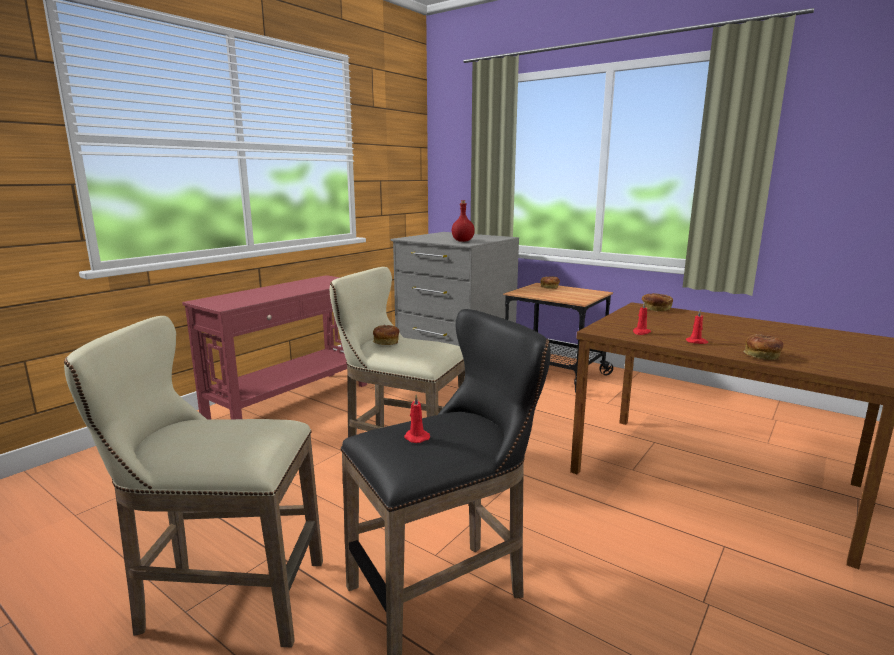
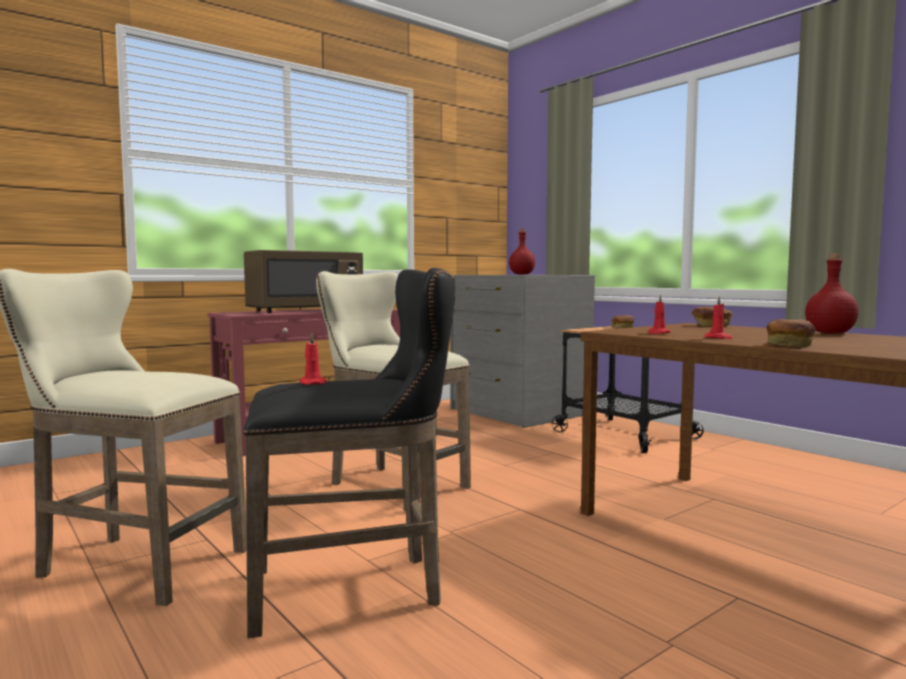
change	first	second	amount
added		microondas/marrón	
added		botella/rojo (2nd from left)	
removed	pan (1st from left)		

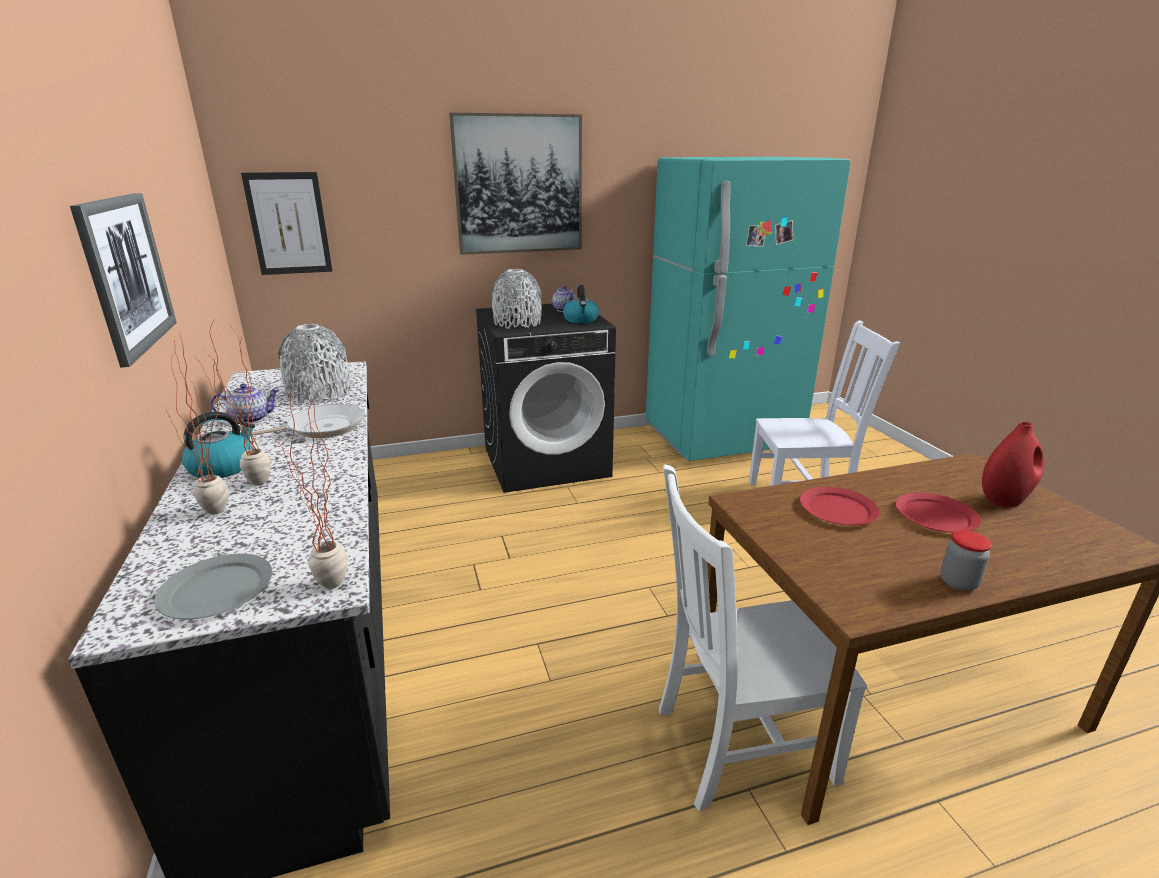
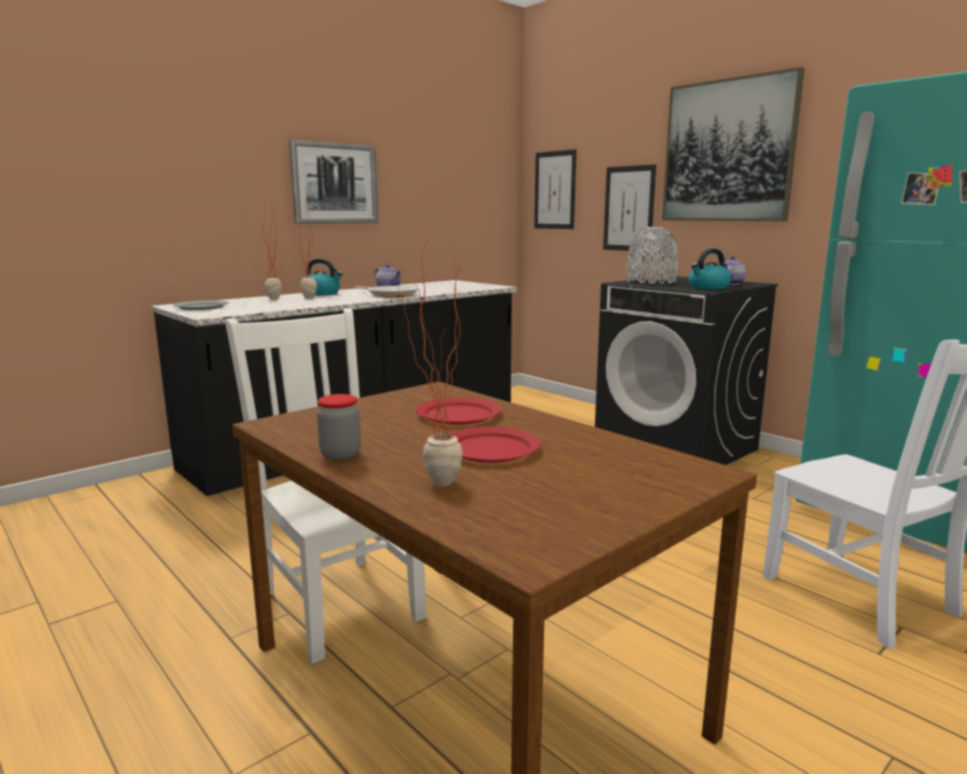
change	first	second	amount
moved	planta en maceta (3rd from left)		
added		cuadro (3rd from left)	
removed	florero/gris (1st from left)		
removed	florero/rojo		

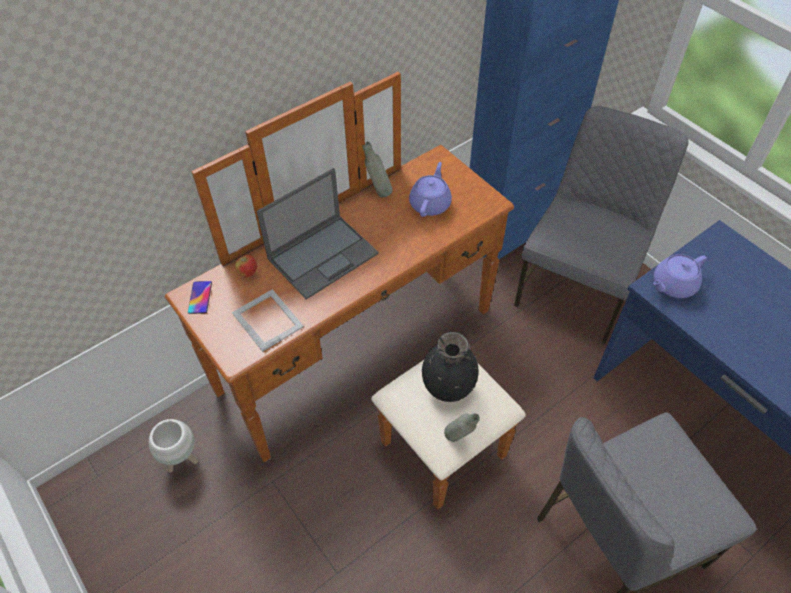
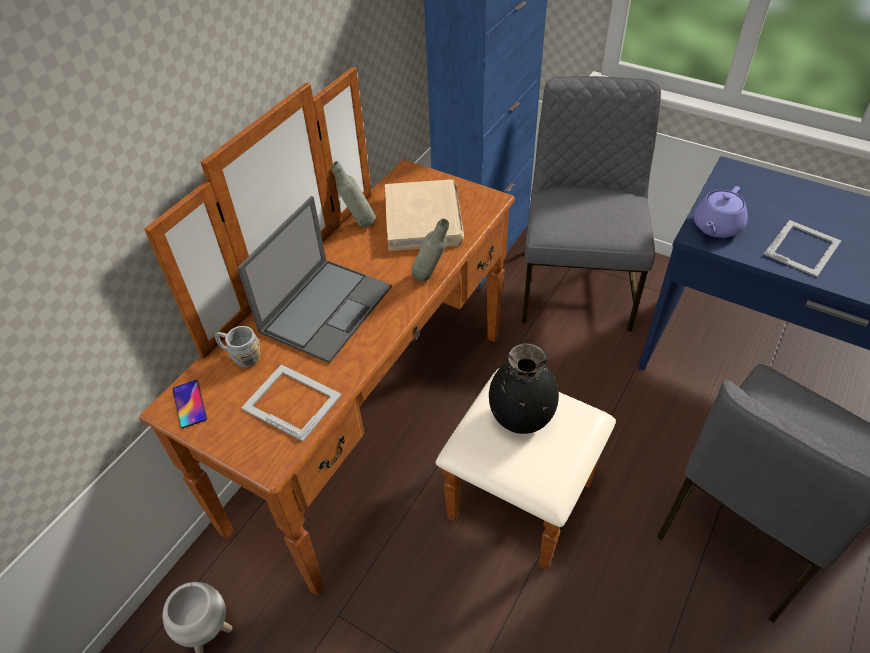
change	first	second	amount
replaced	manzana	taza grande/gris	
replaced	tetera/morado (1st from left)	libro/beis	
moved	botella/gris (2nd from left)		
added		portarretratos (2nd from left)	

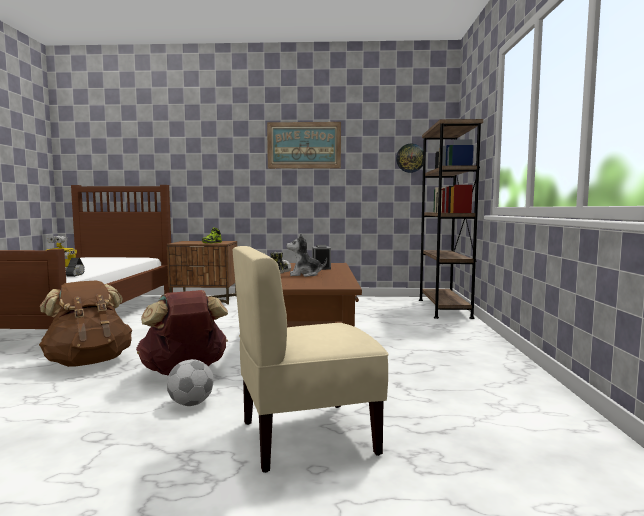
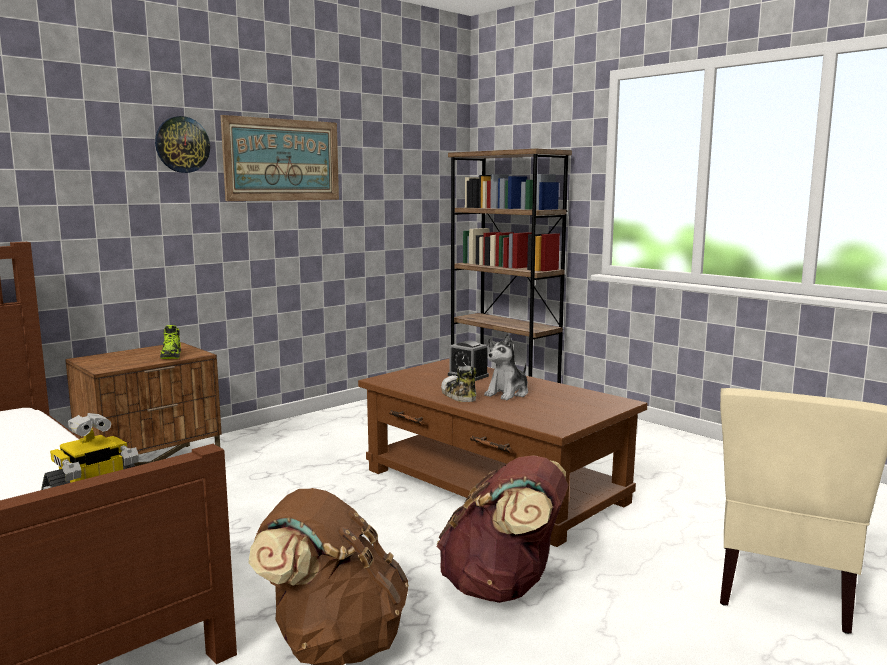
change	first	second	amount
moved	reloj de pared		
removed	balón de fútbol		

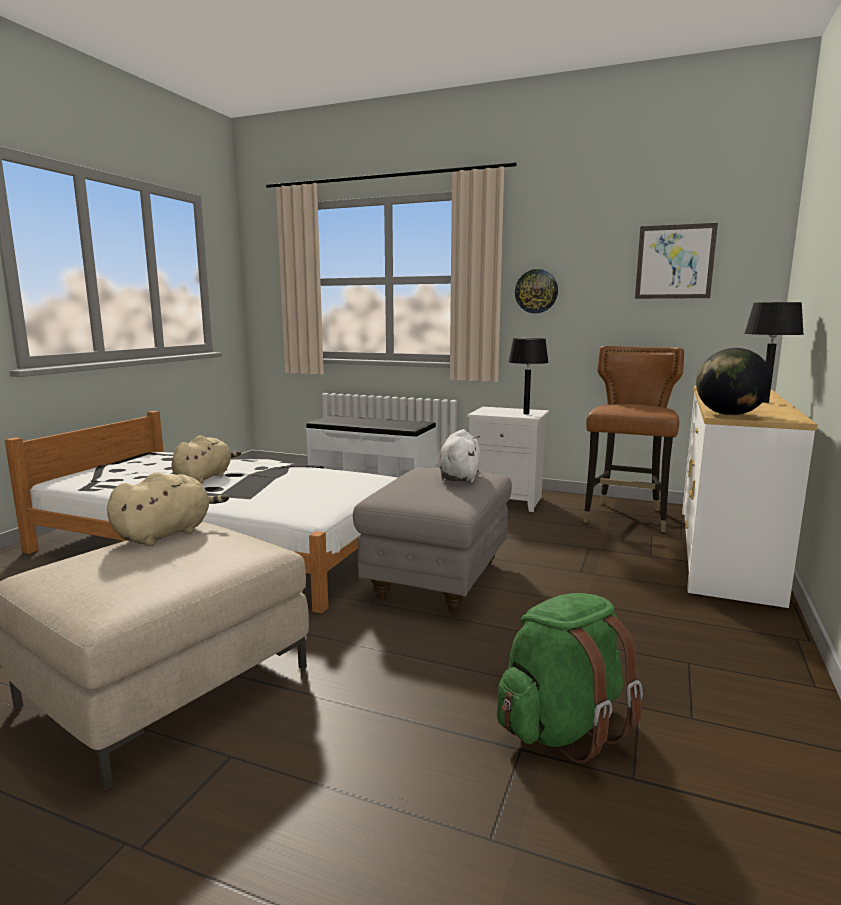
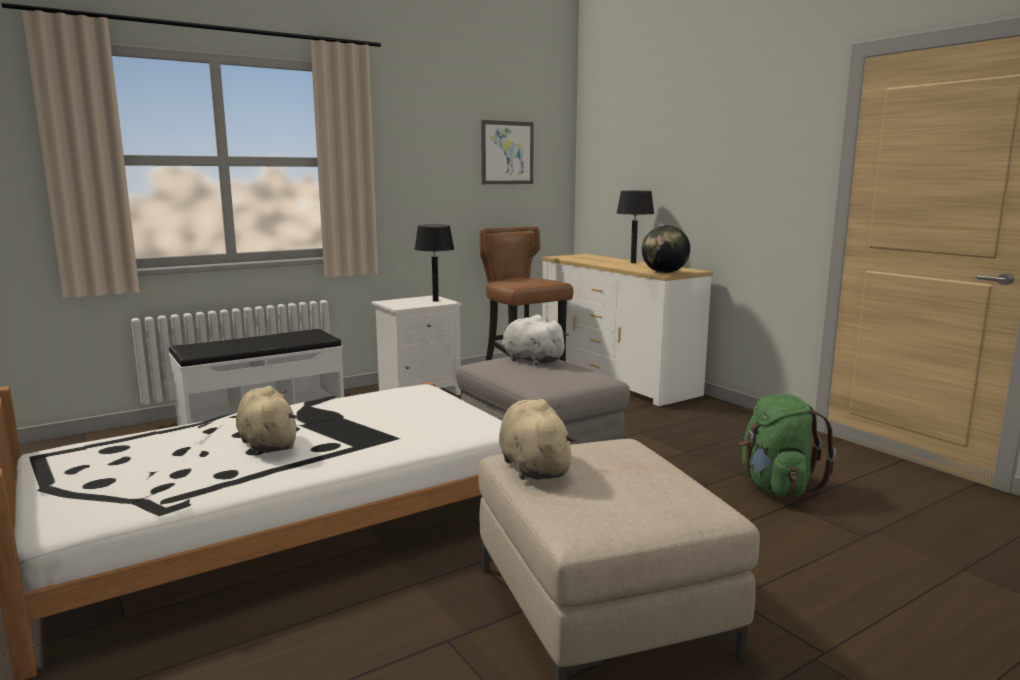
change	first	second	amount
removed	reloj de pared		

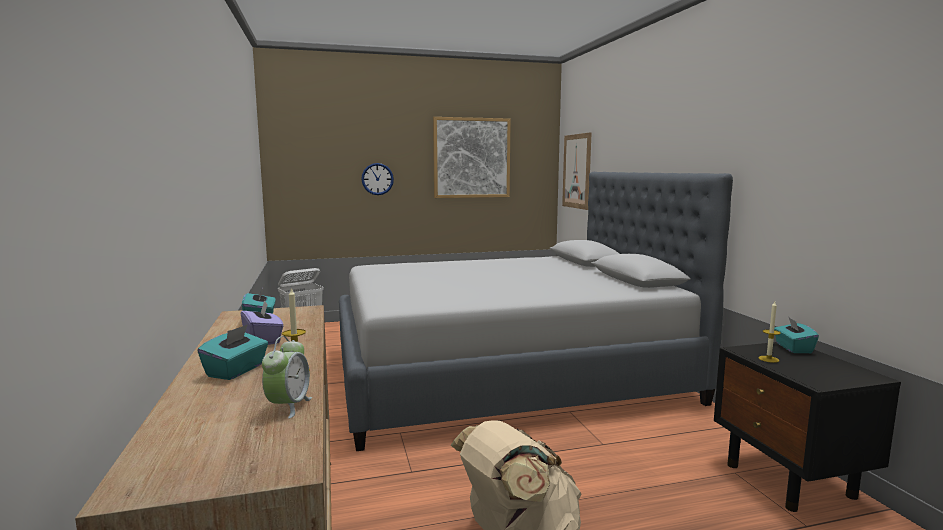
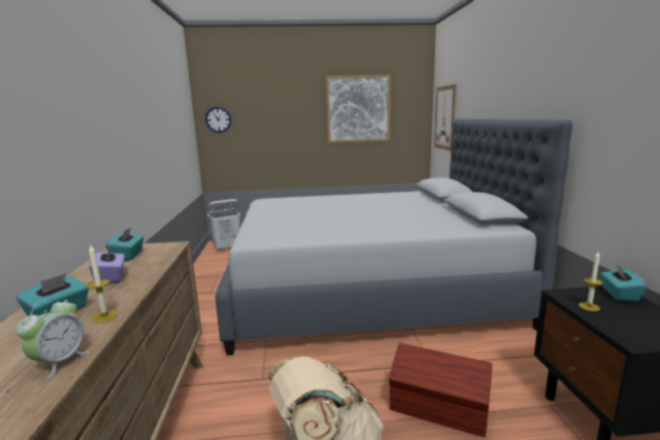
change	first	second	amount
moved	reloj de pared		
added		caja de almacenaje/marrón	

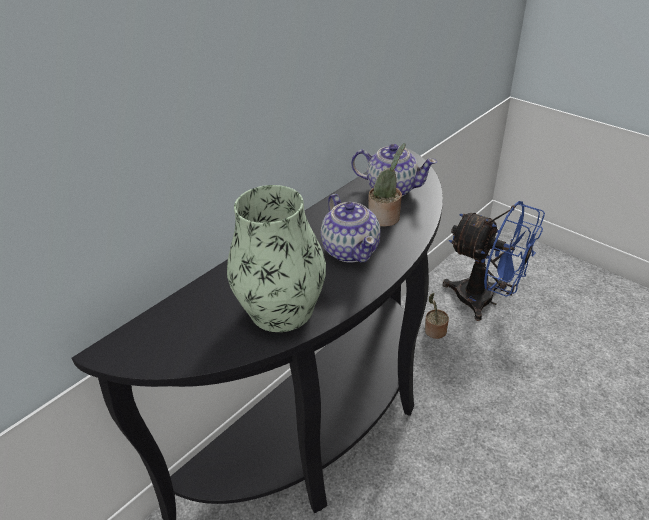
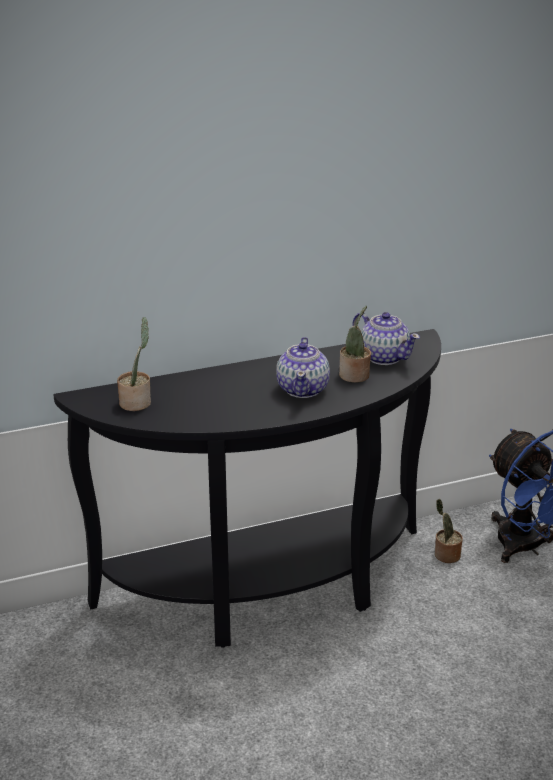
change	first	second	amount
added		planta en maceta (1st from left)	
removed	florero		

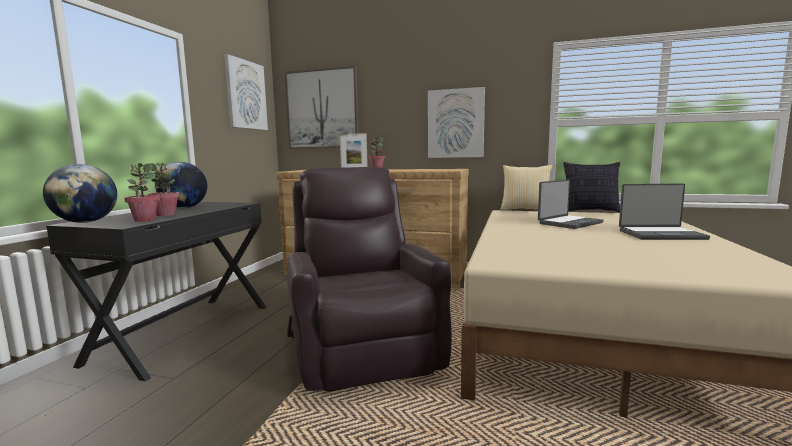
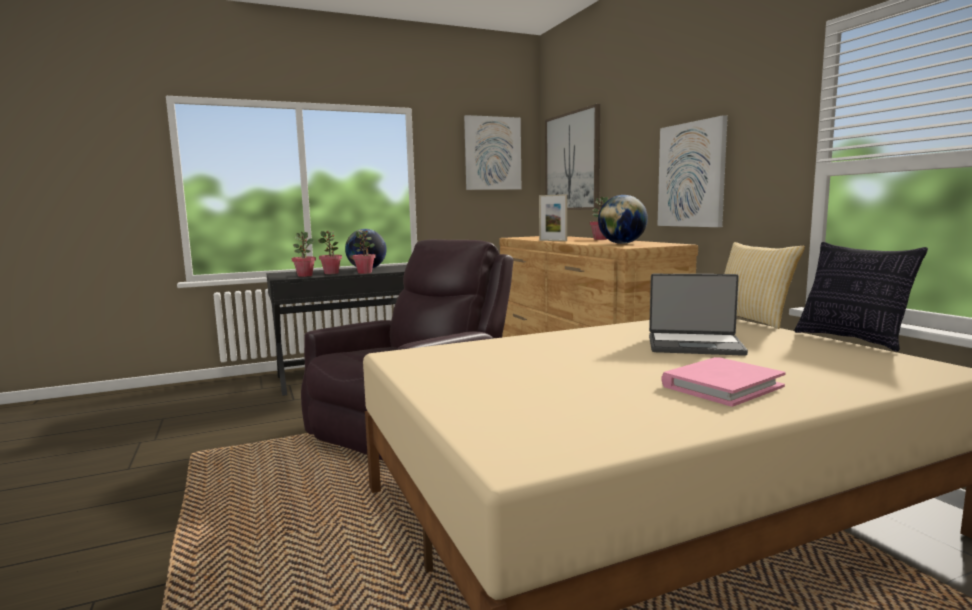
change	first	second	amount
added		planta en maceta (3rd from left)	
moved	globo terráqueo (1st from left in the first image)	globo terráqueo (2nd from left)	
replaced	portátil (2nd from left)	libro/rosa	

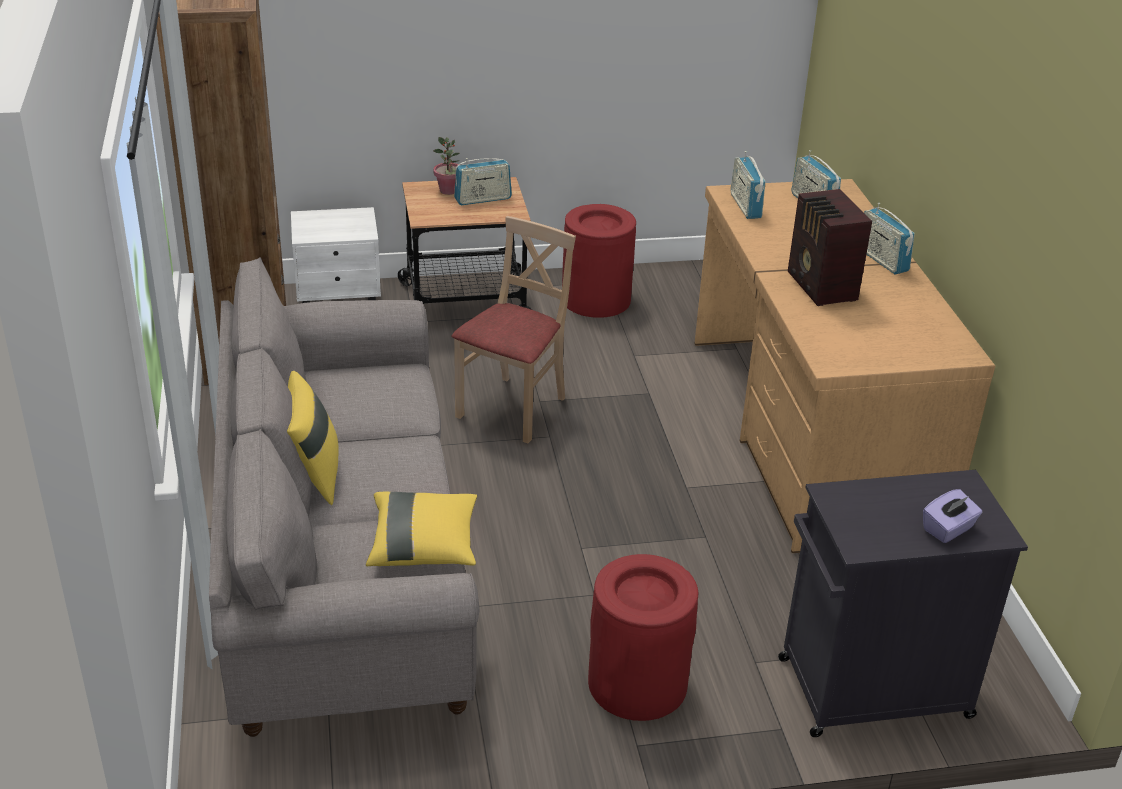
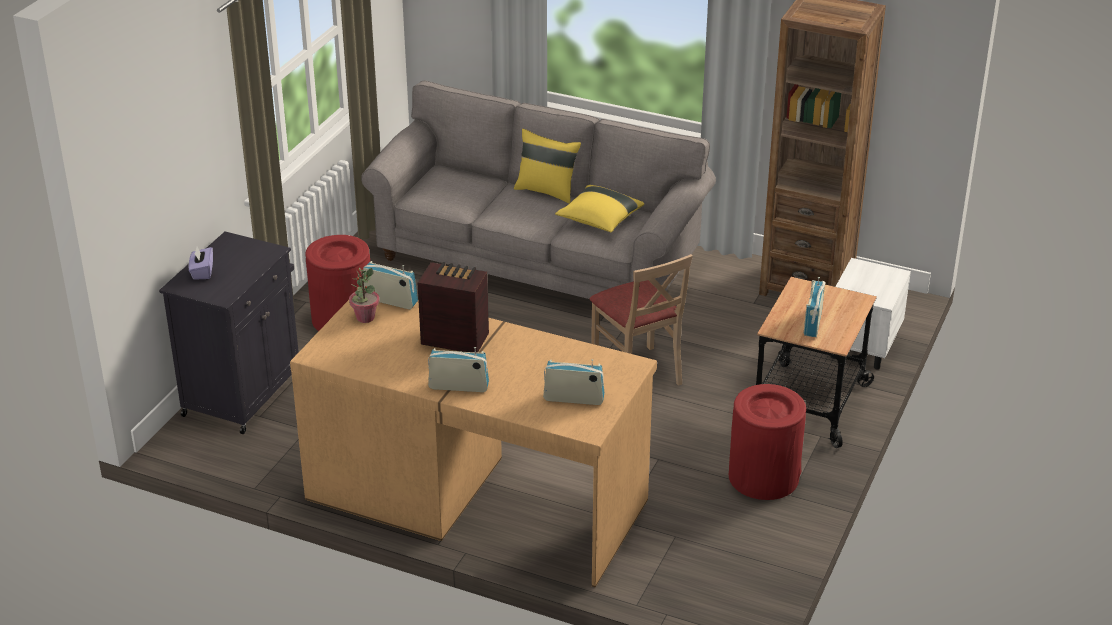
change	first	second	amount
moved	planta en maceta		
moved	radio (2nd from left in the first image)	radio (1st from left)	
moved	cojín/amarillo (2nd from left)		

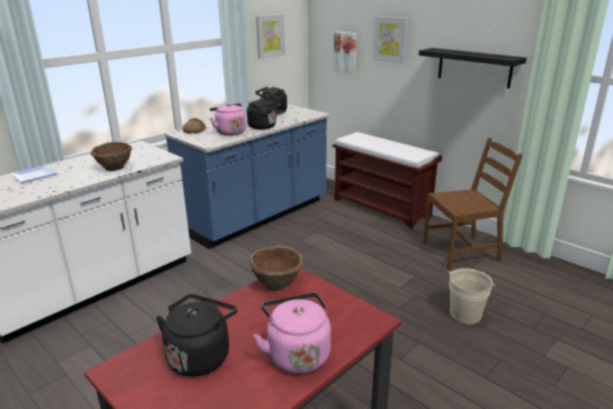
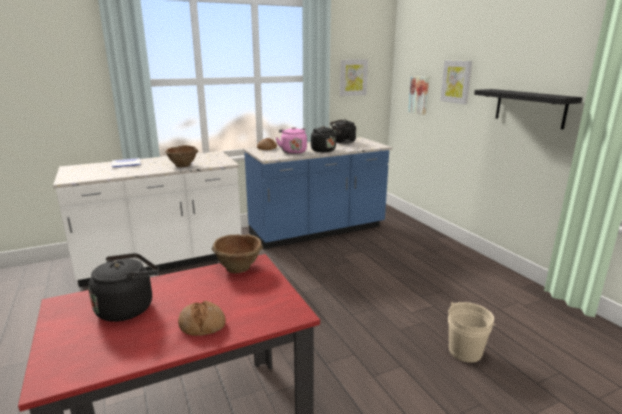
change	first	second	amount
replaced	hervidor/rosa (2nd from left)	pan (1st from left)	
removed	banco/marrón		
removed	silla/marrón		

